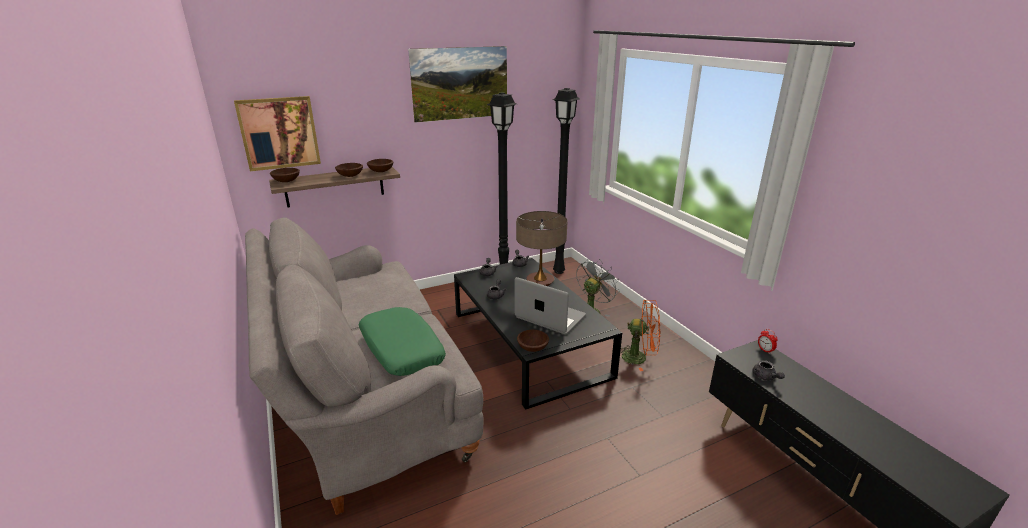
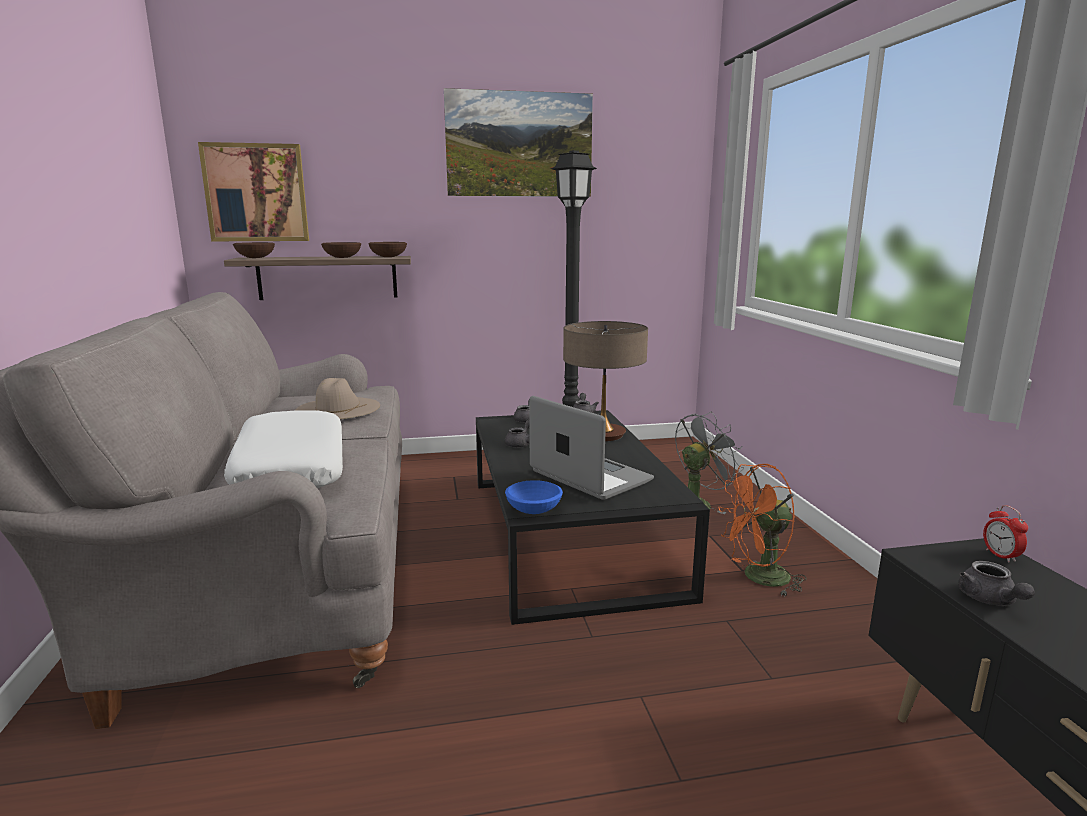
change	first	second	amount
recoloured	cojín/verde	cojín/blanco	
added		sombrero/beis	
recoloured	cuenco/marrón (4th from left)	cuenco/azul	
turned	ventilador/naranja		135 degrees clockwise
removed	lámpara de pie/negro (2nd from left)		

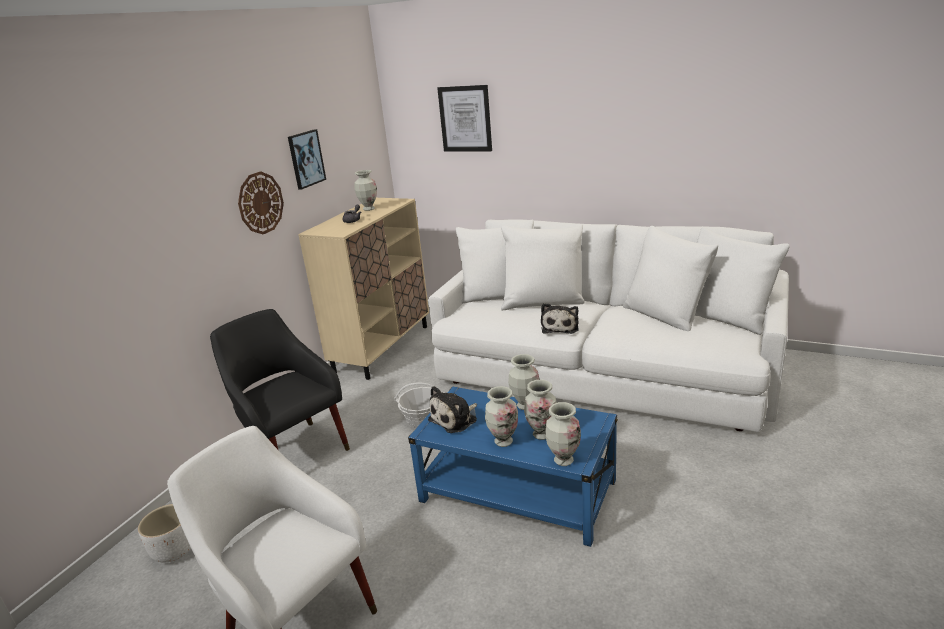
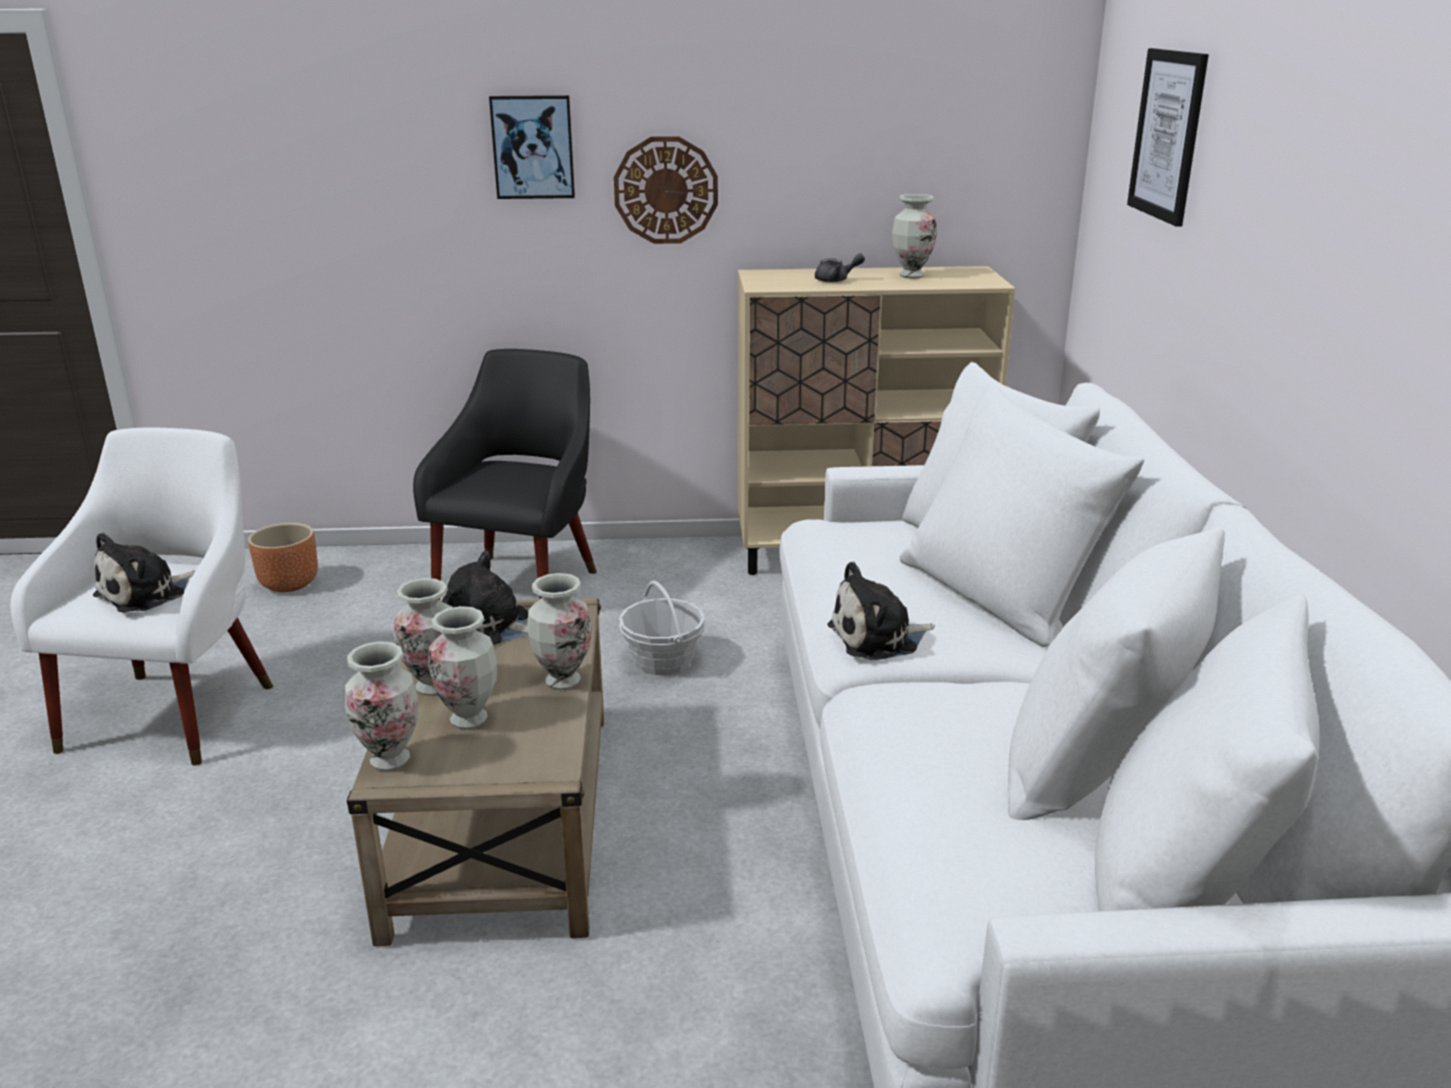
change	first	second	amount
added		peluche (1st from left)	
recoloured	maceta/blanco	maceta/marrón	
recoloured	mesa de centro/azul	mesa de centro/beis	
moved	cuadro (1st from left)		

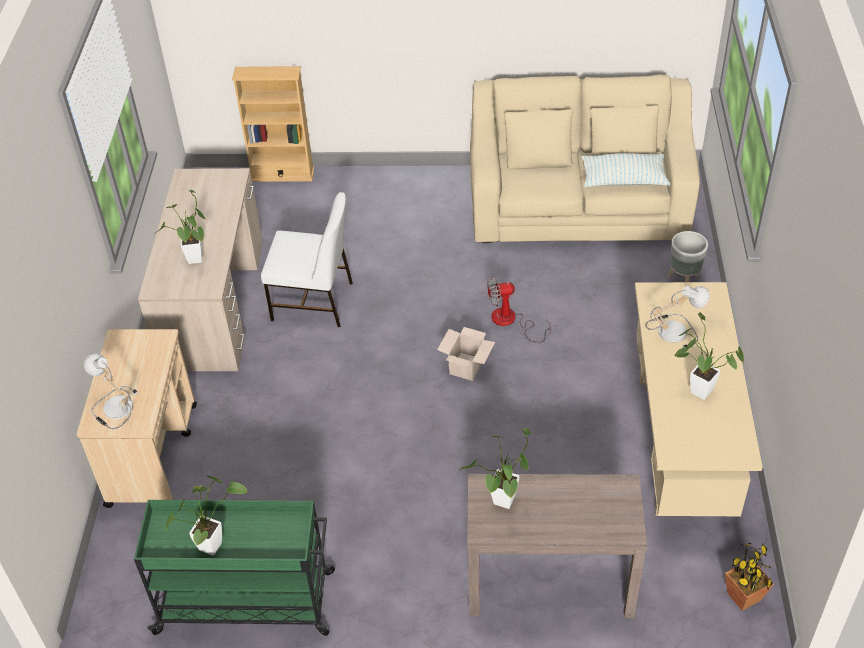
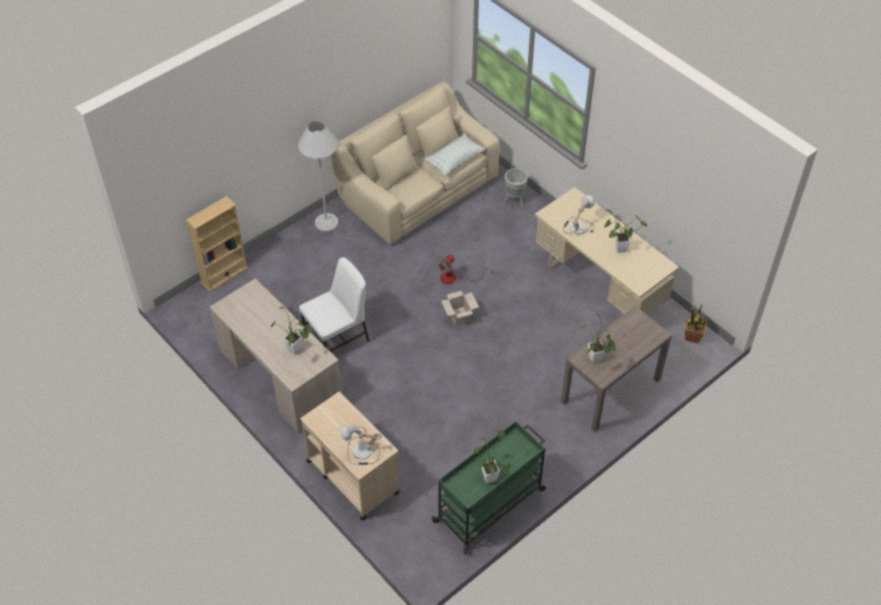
change	first	second	amount
added		lámpara de pie/blanco	

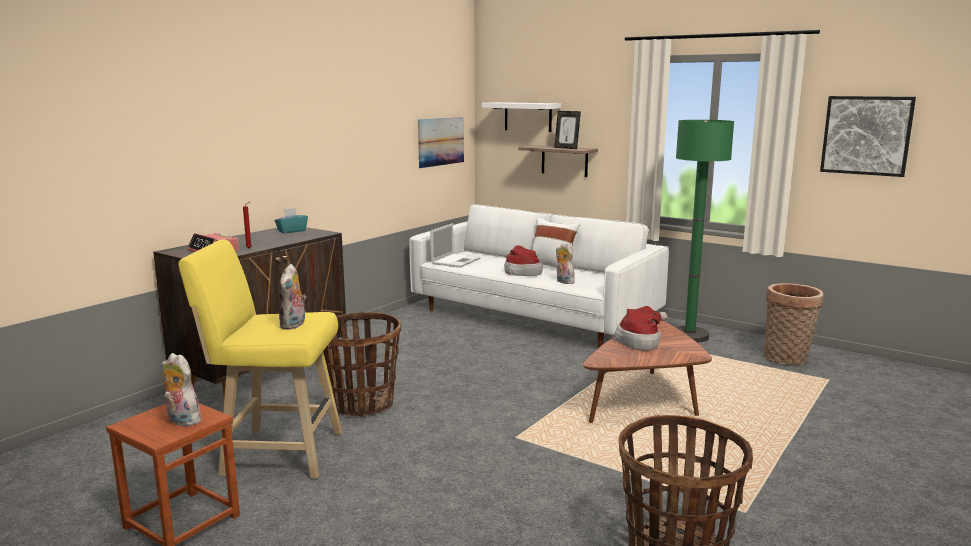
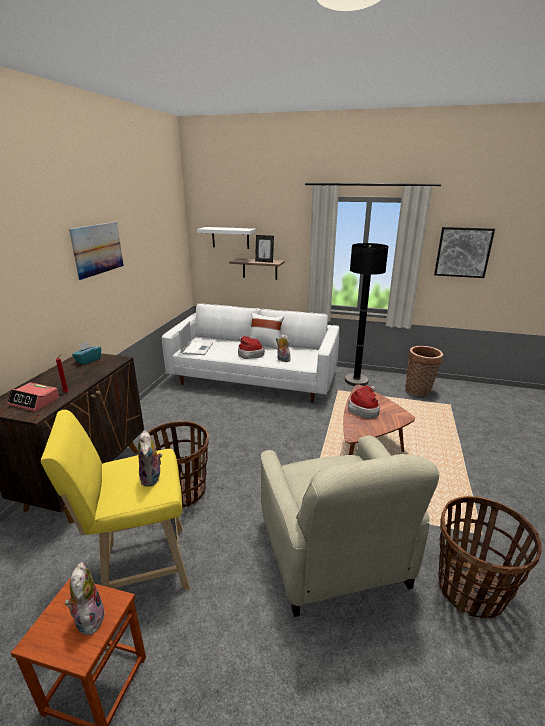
change	first	second	amount
turned	peluche (1st from left)		60 degrees clockwise
moved	cuadro (1st from left)		
added		sillón/beis	
recoloured	lámpara de pie/verde	lámpara de pie/negro	

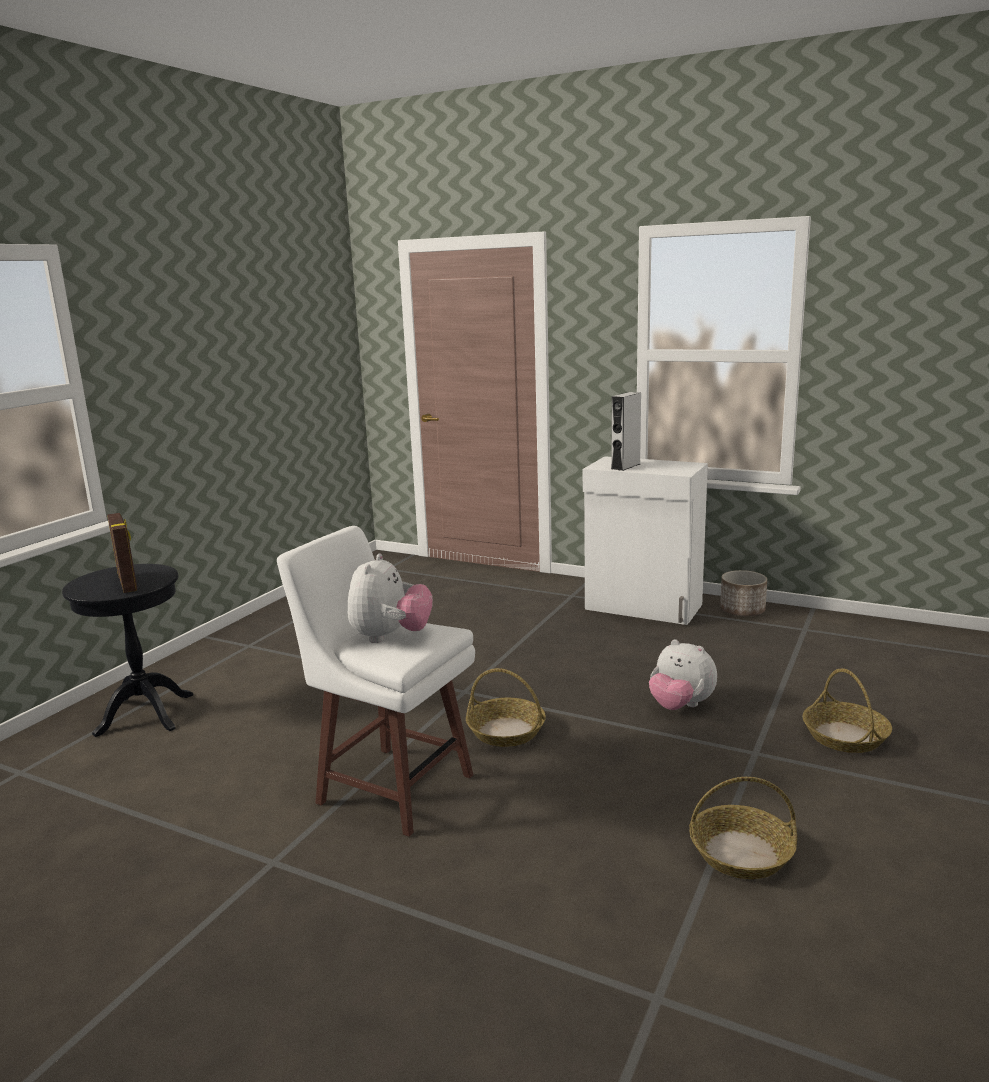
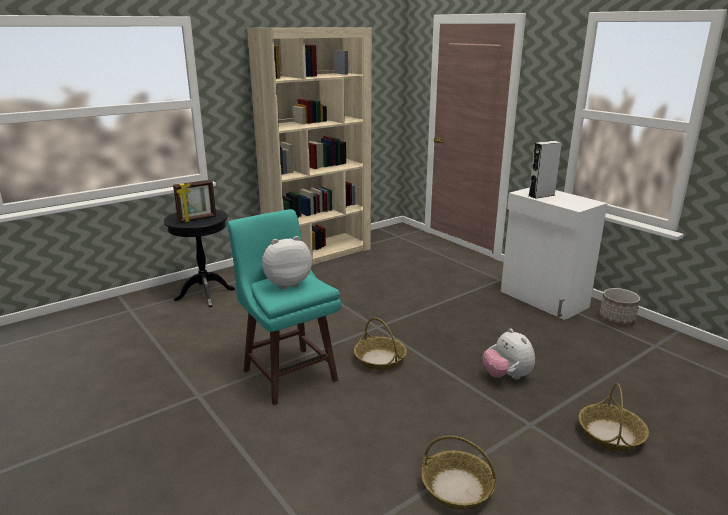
change	first	second	amount
turned	portarretratos		60 degrees clockwise
recoloured	taburete/blanco	taburete/turquesa	
added		estantería/beis	
turned	peluche (1st from left)		150 degrees counterclockwise

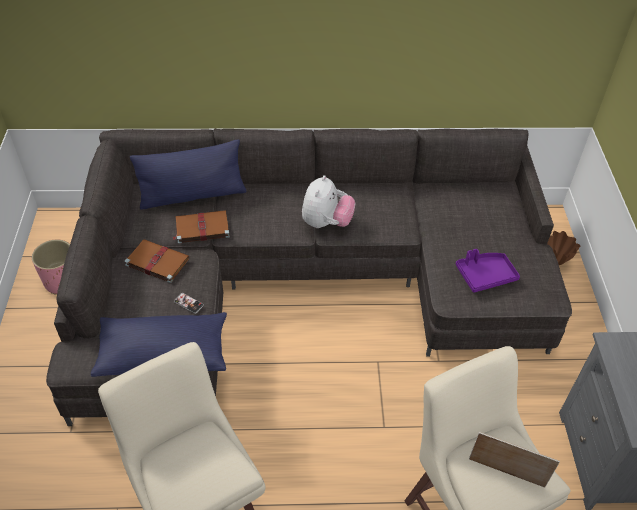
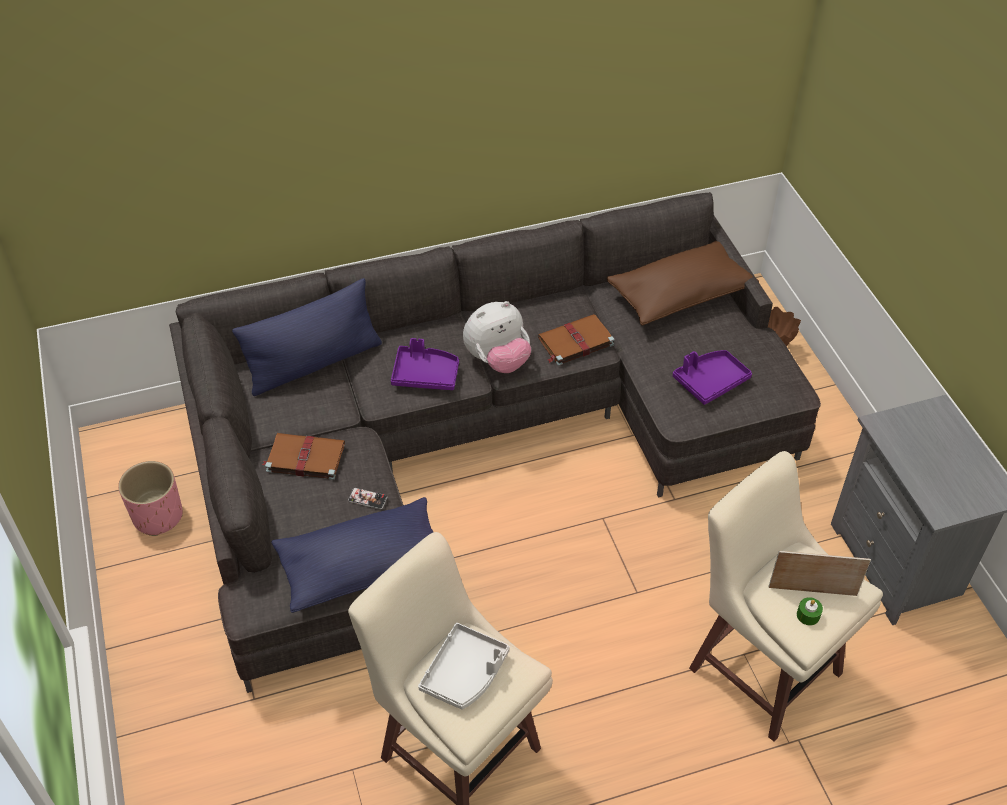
change	first	second	amount
added		bandeja/morado (1st from left)	
added		bandeja/gris	
turned	peluche		60 degrees clockwise
moved	libro/marrón (2nd from left)		
added		cojín/marrón	
added		vela/verde	

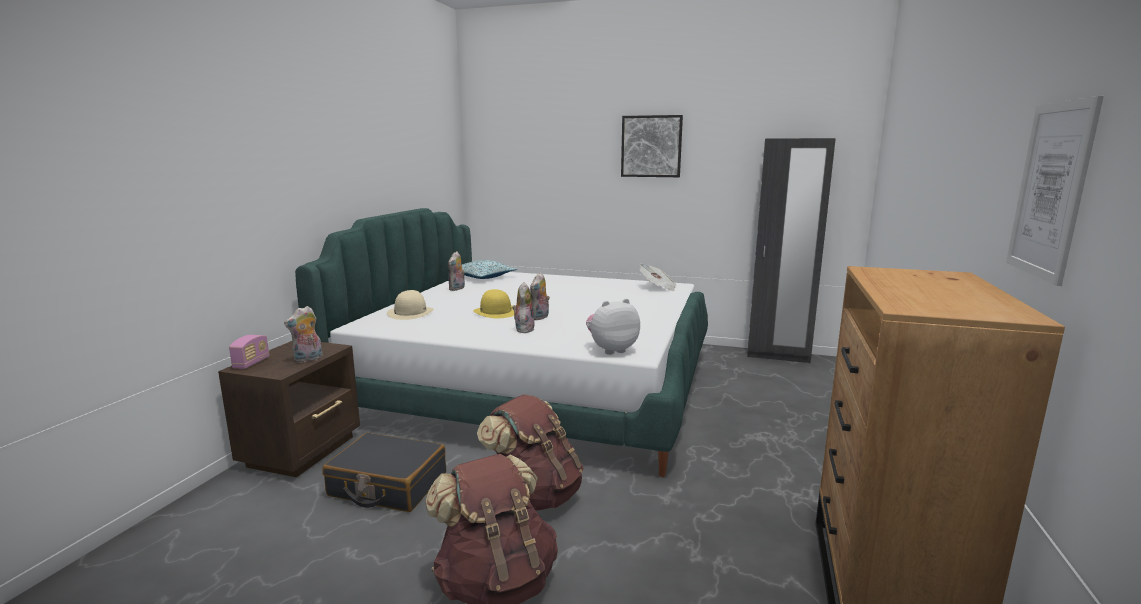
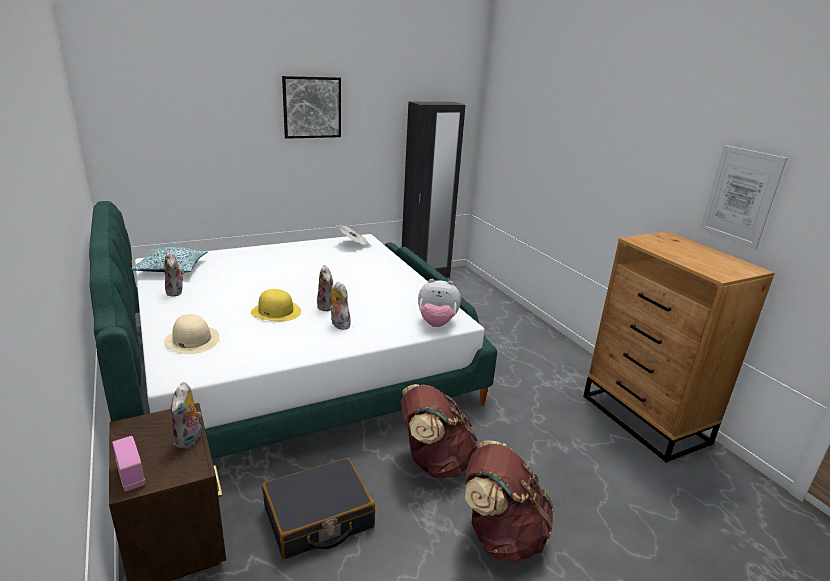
change	first	second	amount
turned	peluche (5th from left)		105 degrees counterclockwise

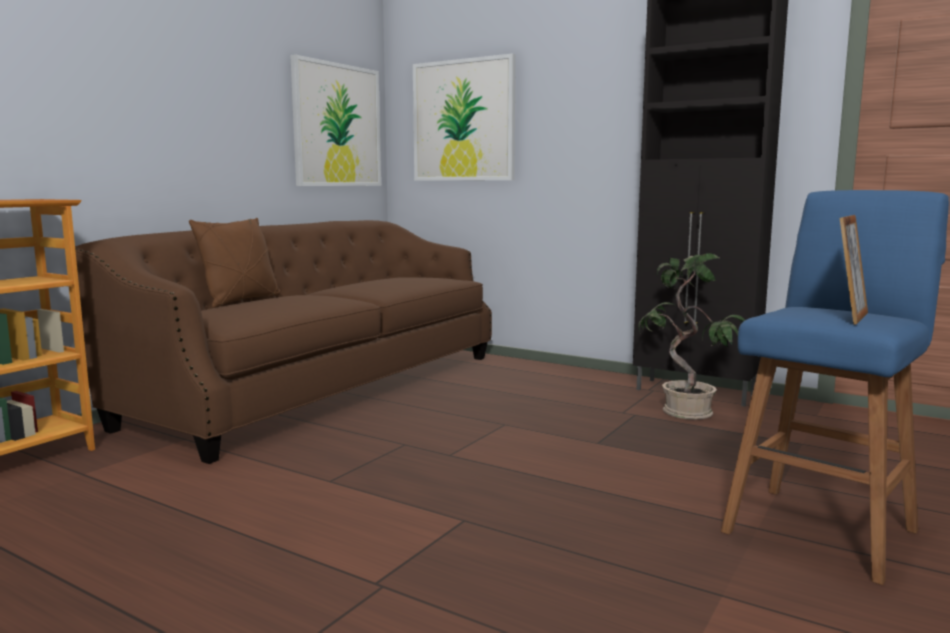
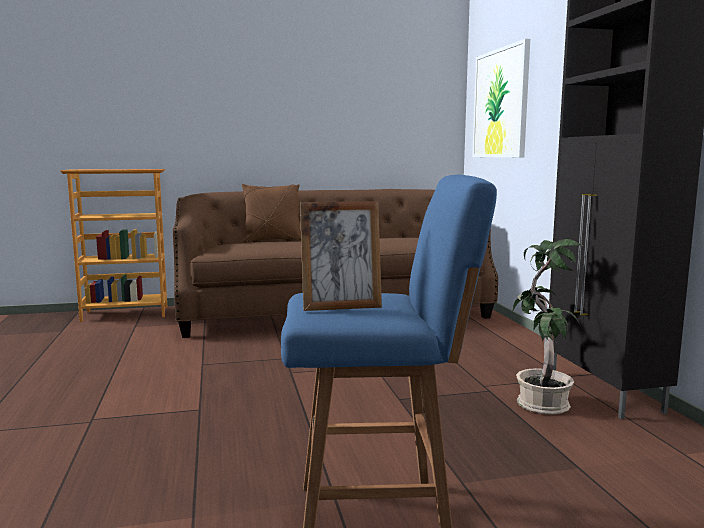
change	first	second	amount
removed	cuadro (1st from left)		

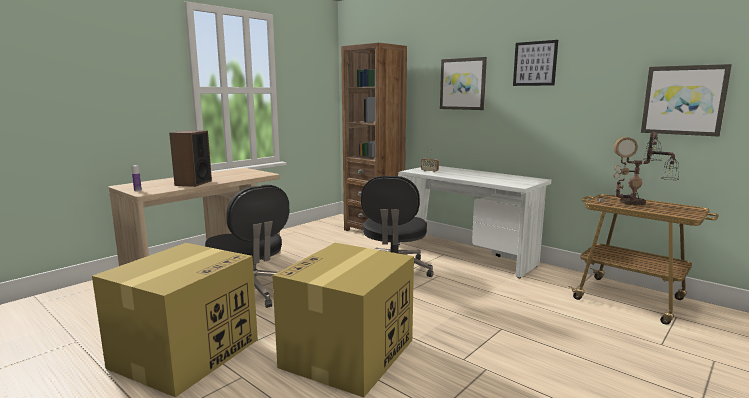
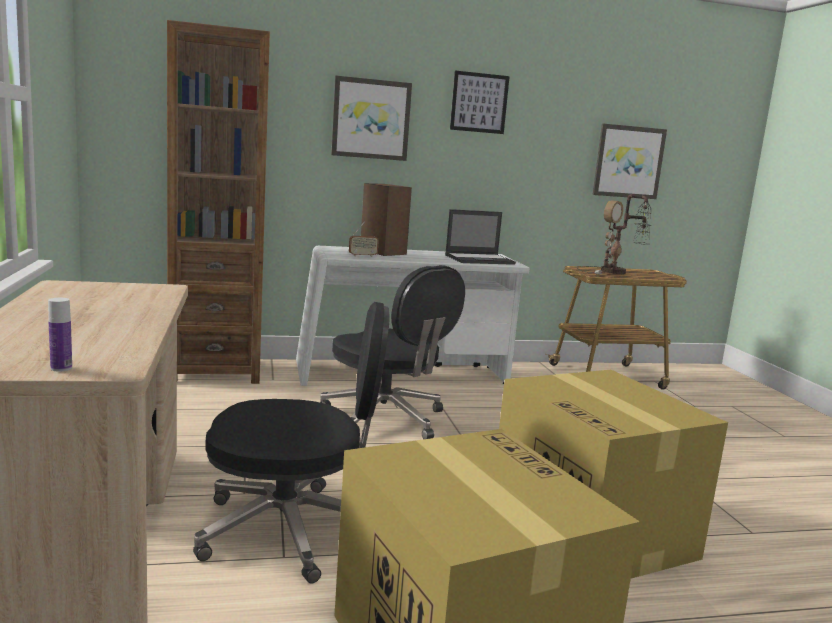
change	first	second	amount
moved	altavoz		
added		portátil	

